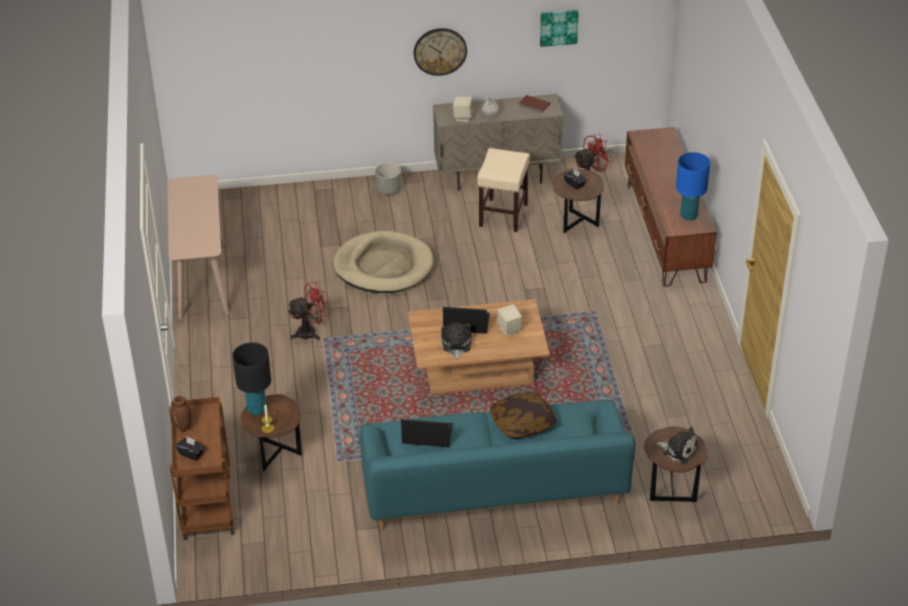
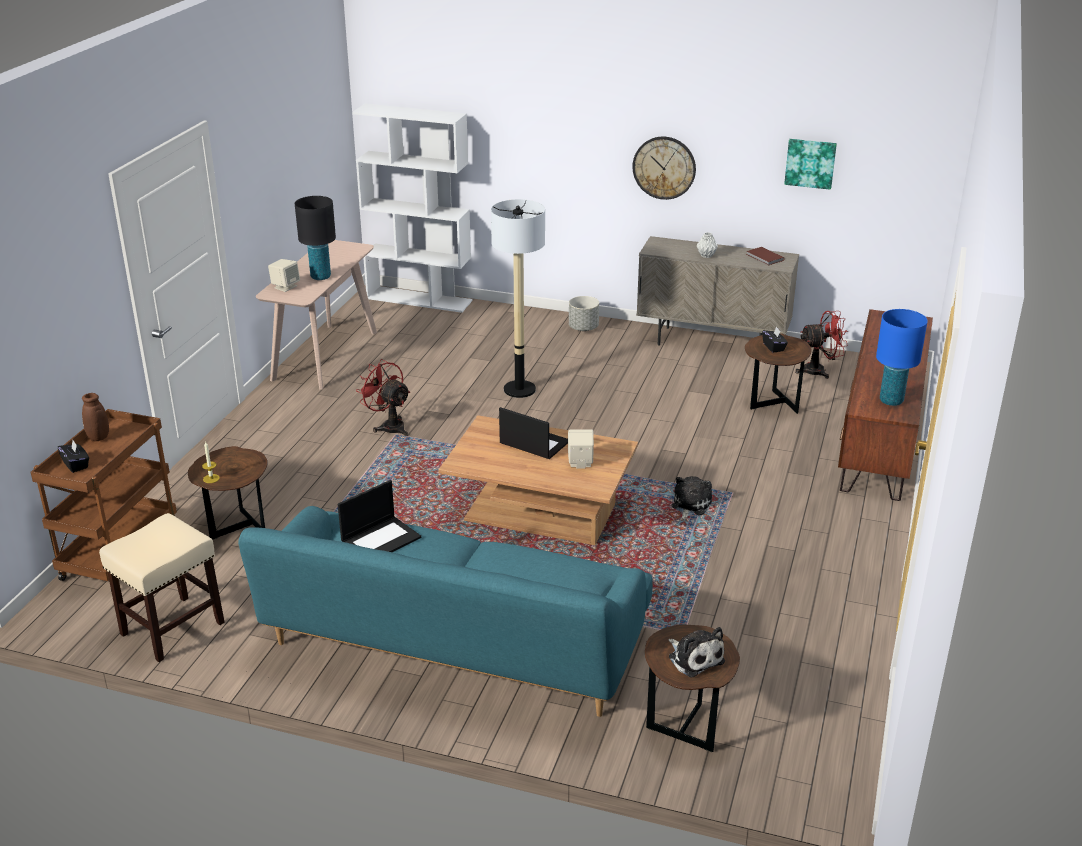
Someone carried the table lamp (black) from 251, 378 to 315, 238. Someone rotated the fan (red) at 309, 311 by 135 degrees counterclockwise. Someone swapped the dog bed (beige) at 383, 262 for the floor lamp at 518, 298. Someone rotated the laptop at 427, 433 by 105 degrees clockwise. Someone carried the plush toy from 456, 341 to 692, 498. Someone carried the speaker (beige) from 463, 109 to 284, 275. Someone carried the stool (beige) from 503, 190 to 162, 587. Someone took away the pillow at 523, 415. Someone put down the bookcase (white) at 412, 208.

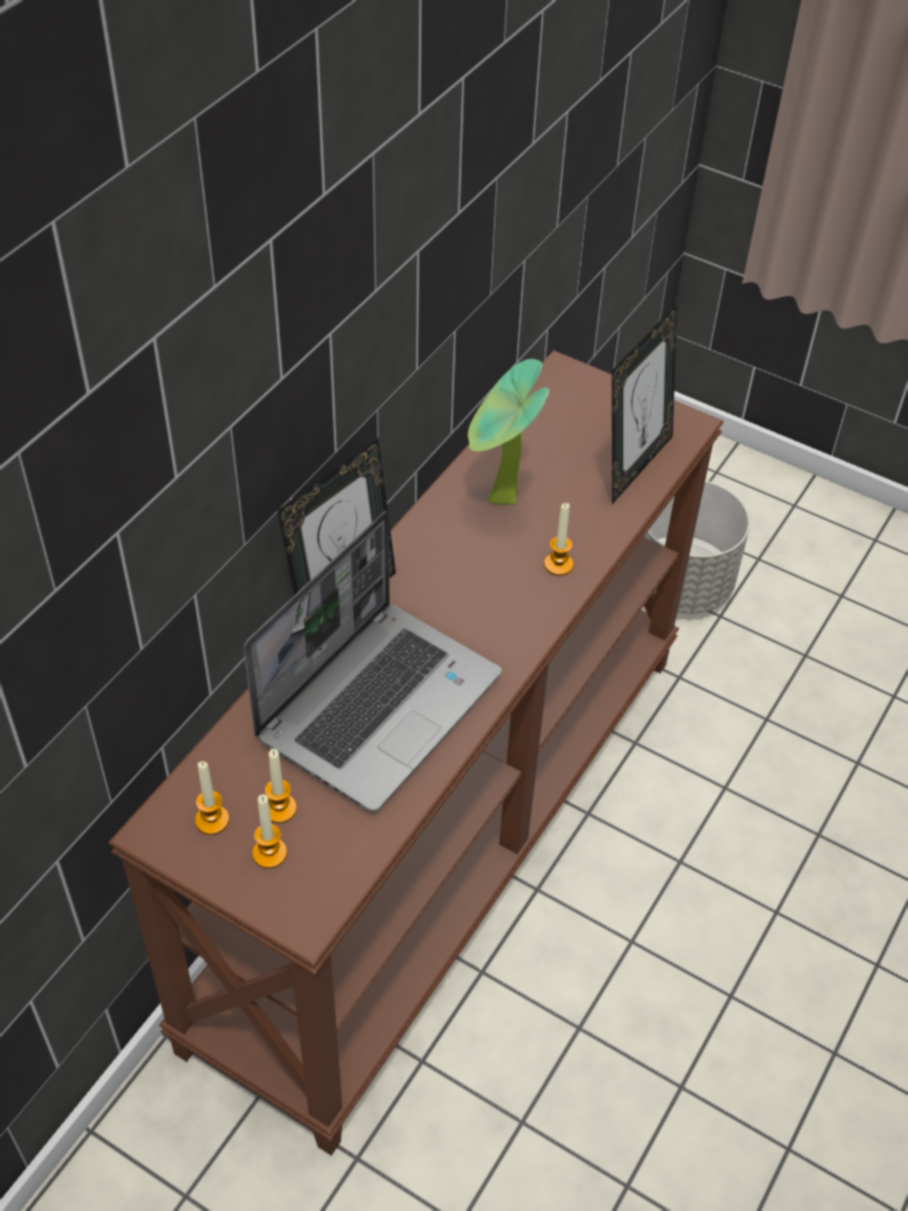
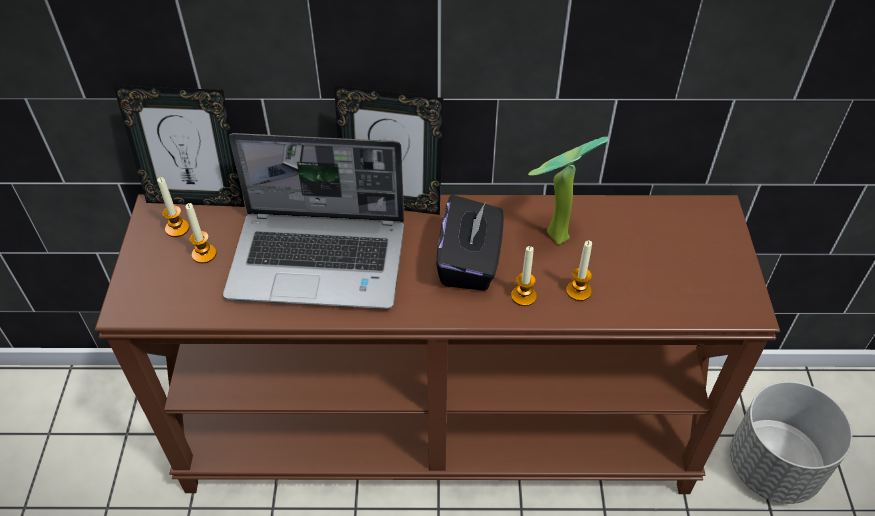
Someone carried the candle from 269, 831 to 579, 270. Someone carried the picture frame from 644, 404 to 179, 146. Someone put down the tissue box (black) at 470, 243.

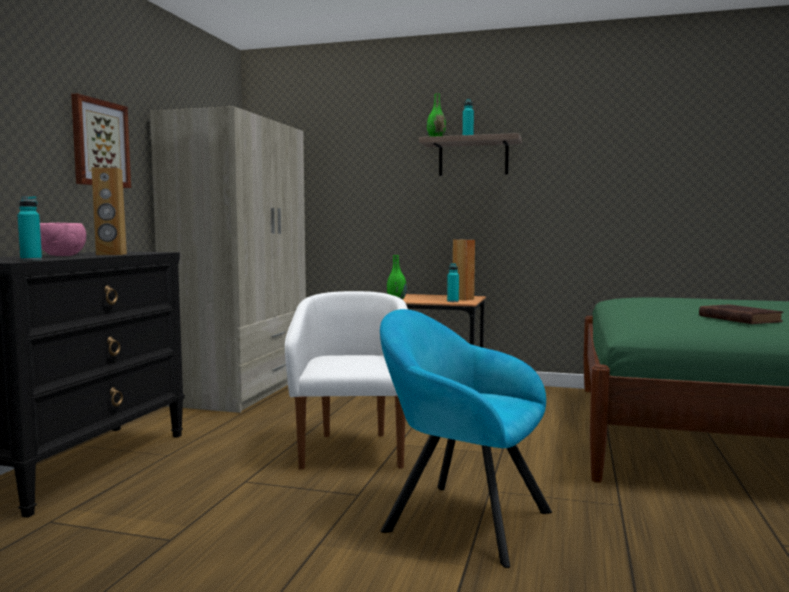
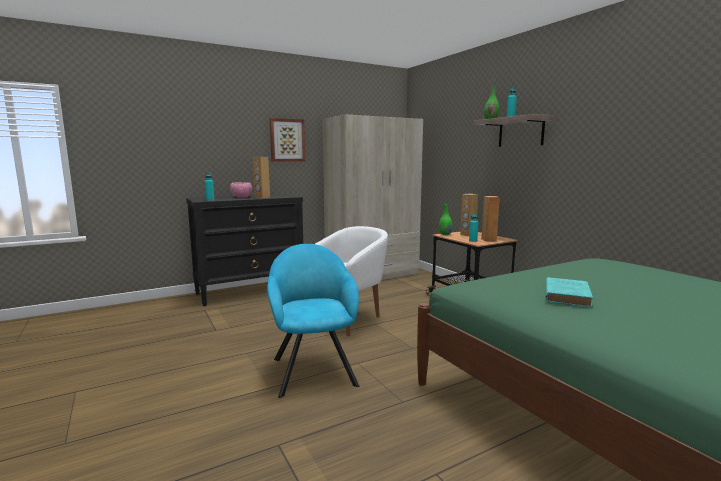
Someone repainted the book (brown) at 741, 314, which became the book (turquoise) at 569, 292. Someone put down the speaker (brown) at 469, 215.

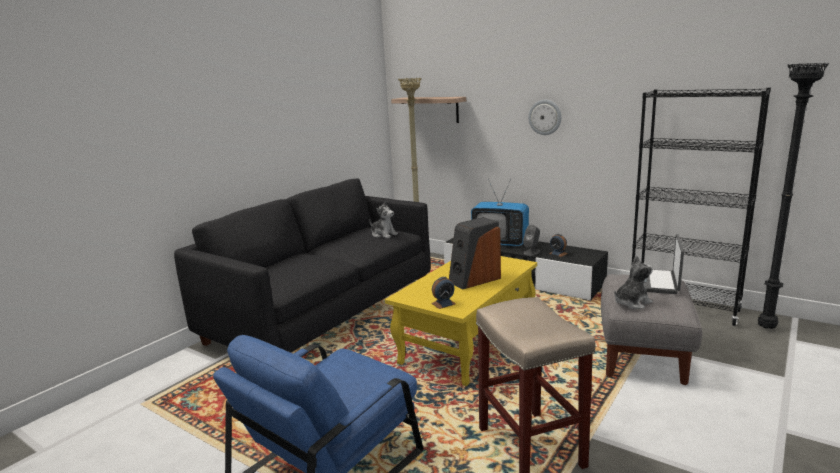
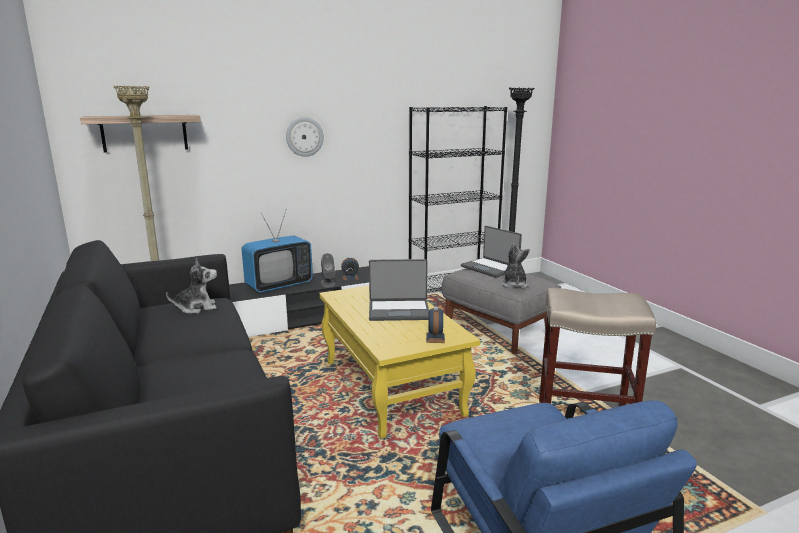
Someone swapped the speaker at 475, 253 for the laptop at 399, 290.

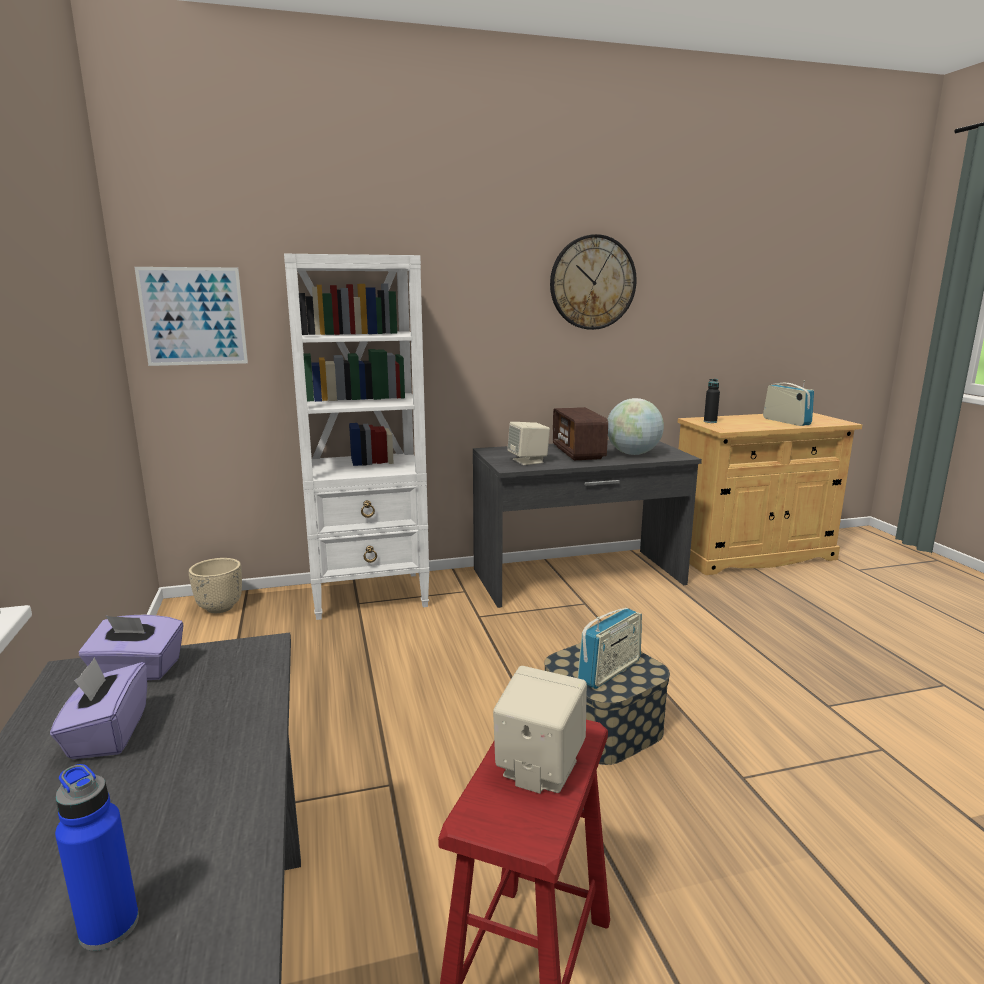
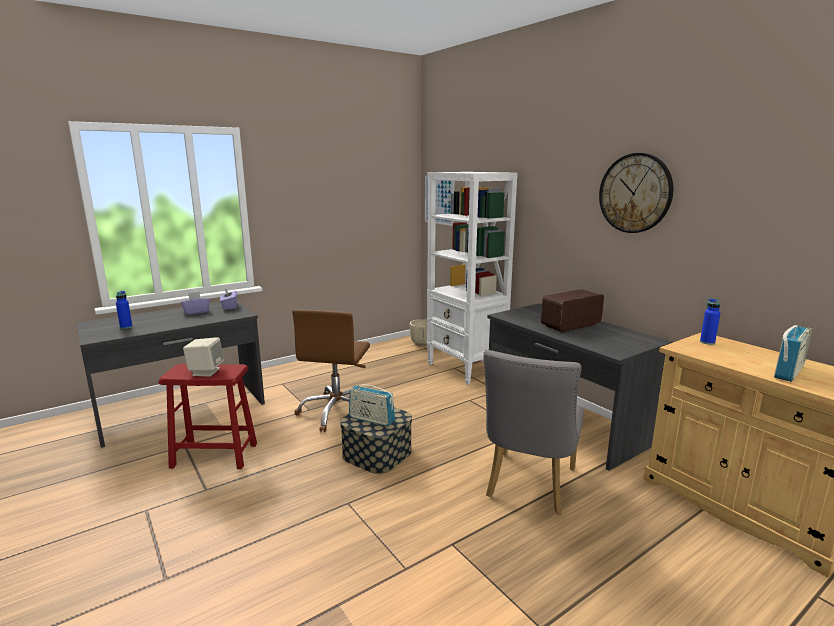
Someone took away the speaker (beige) at 528, 443. Someone took away the globe at 636, 426. Someone repainted the bottle (black) at 712, 401, which became the bottle (blue) at 710, 321. Someone put down the office chair (brown) at 331, 370. Someone put down the chair (grey) at 534, 432.

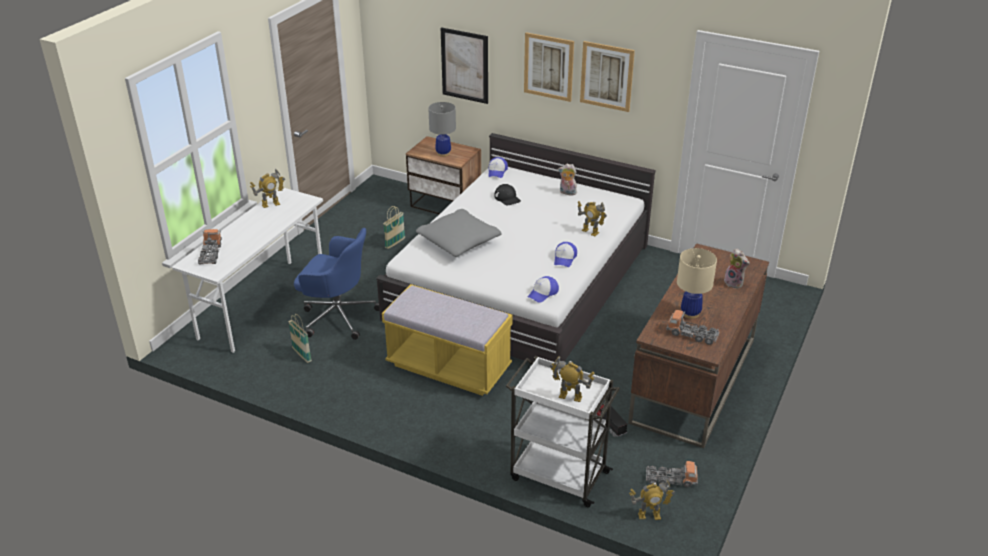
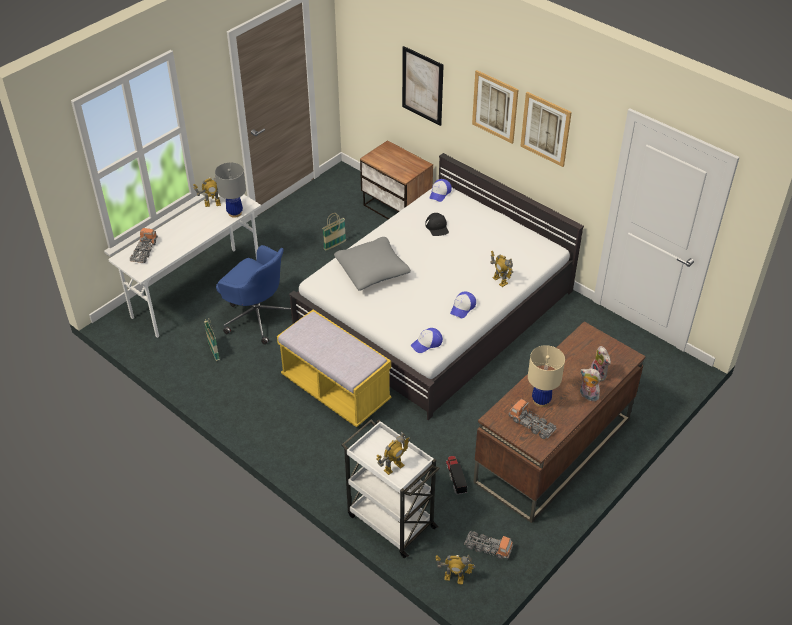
Someone carried the table lamp (grey) from 442, 129 to 230, 190. Someone rotated the toy robot at 572, 379 by 105 degrees clockwise. Someone carried the plush toy from 567, 179 to 590, 384.

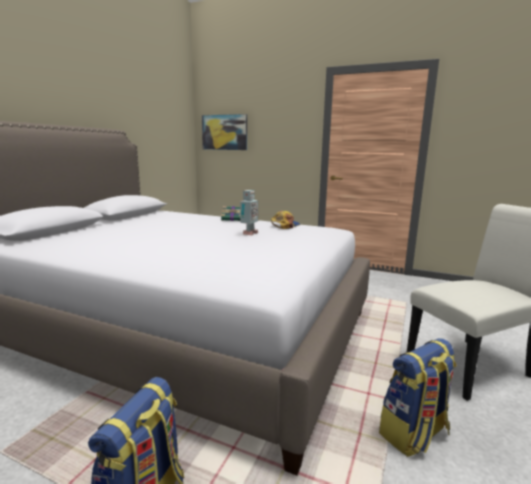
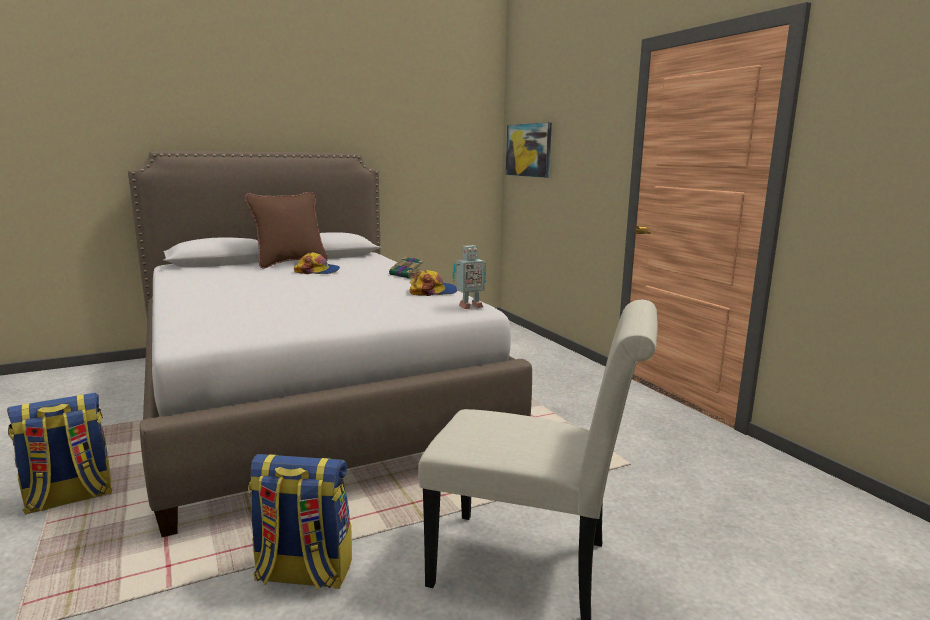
Someone carried the toy robot from 249, 213 to 469, 277. Someone put down the pillow (brown) at 286, 230. Someone put down the cap at 317, 263.

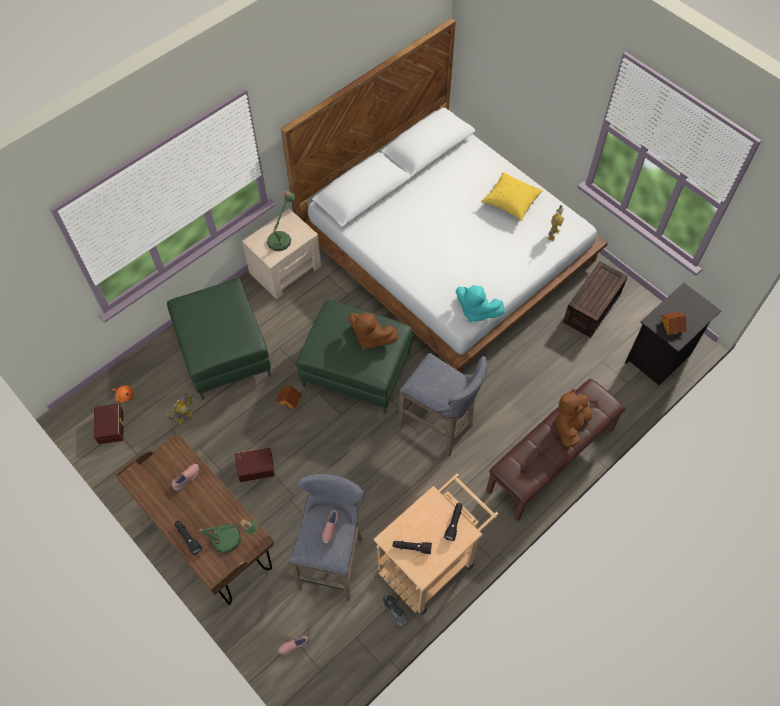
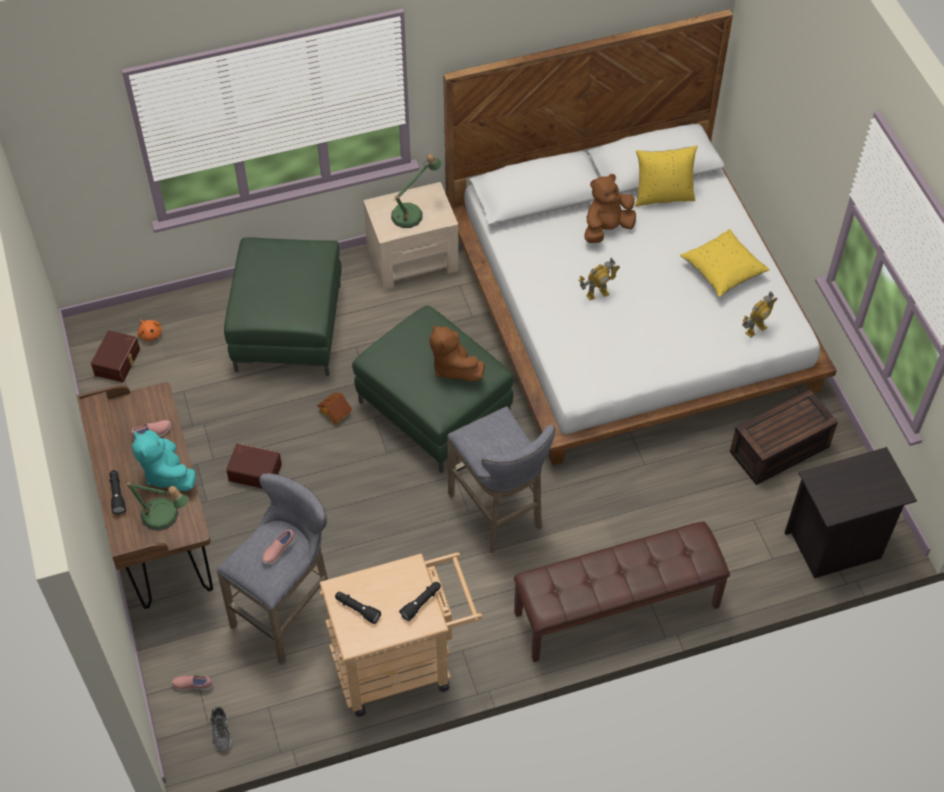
Someone carried the toy robot from 179, 408 to 599, 278. Someone carried the shoe from 395, 610 to 220, 728. Someone carried the plush toy (turquoise) from 480, 304 to 164, 460. Someone carried the plush toy (brown) from 573, 418 to 610, 208. Someone took away the toy house at 674, 323. Someone put down the pillow (yellow) at 666, 176.

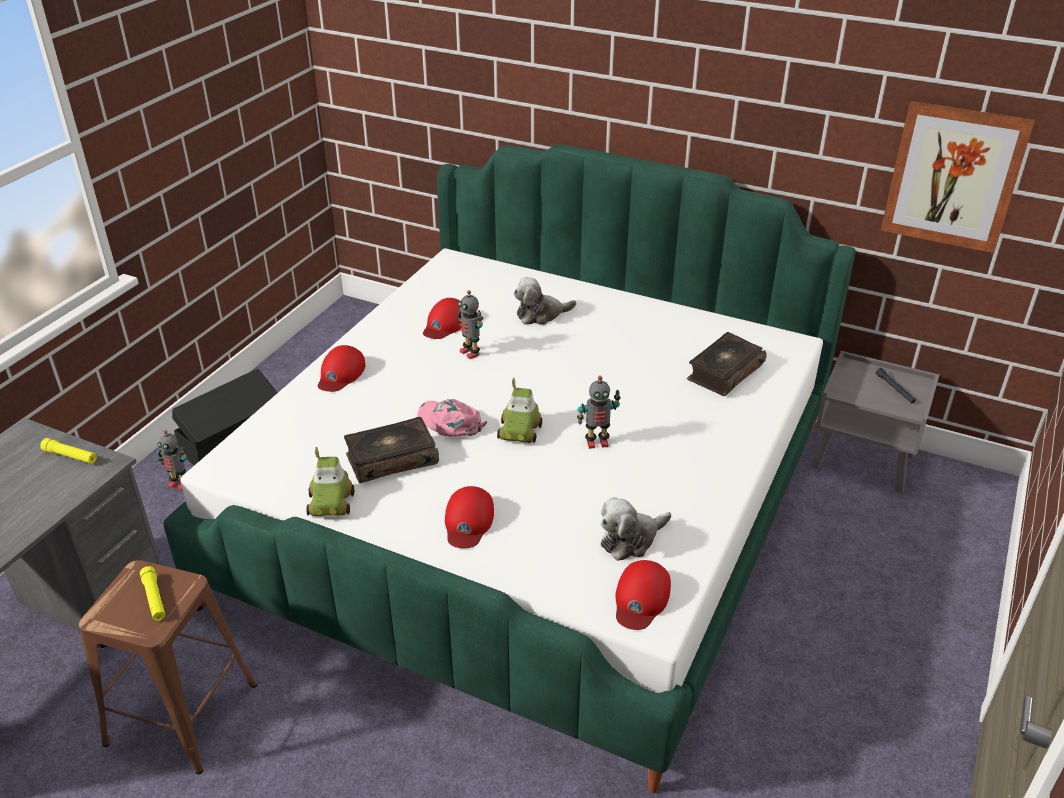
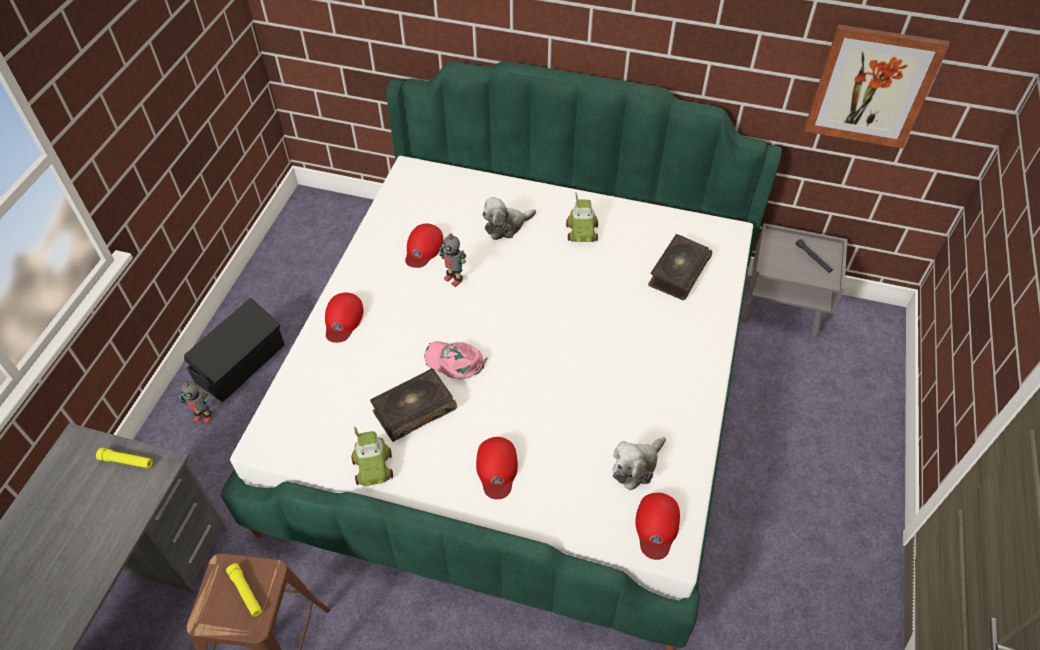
Someone carried the toy car from 519, 410 to 582, 217. Someone took away the toy robot at 599, 412.

